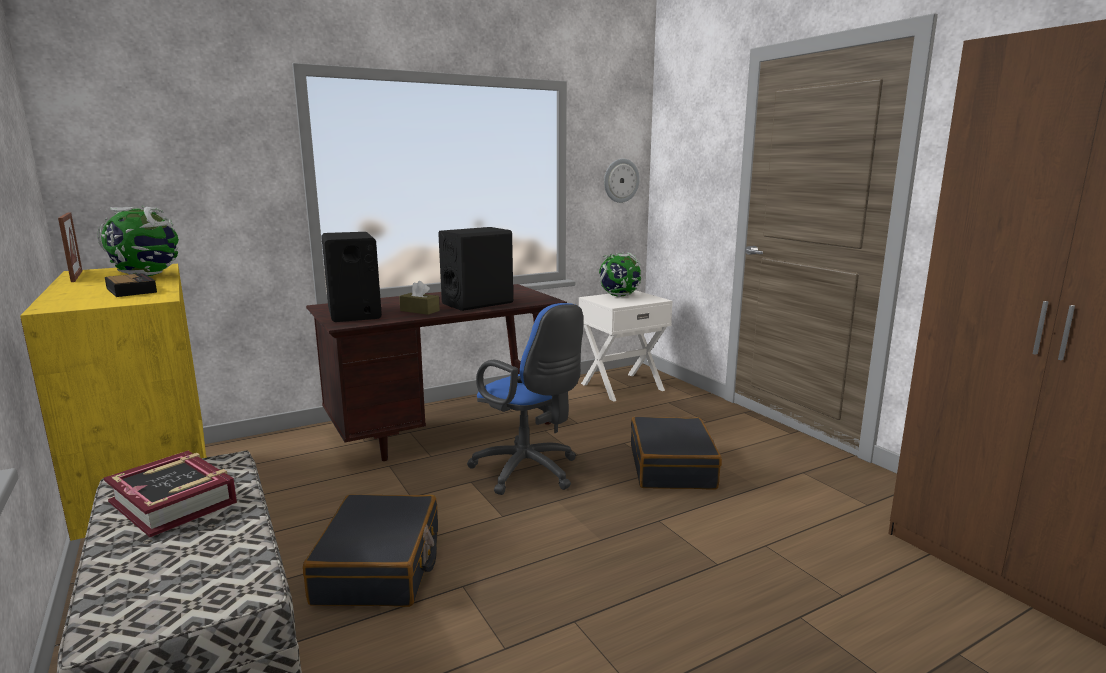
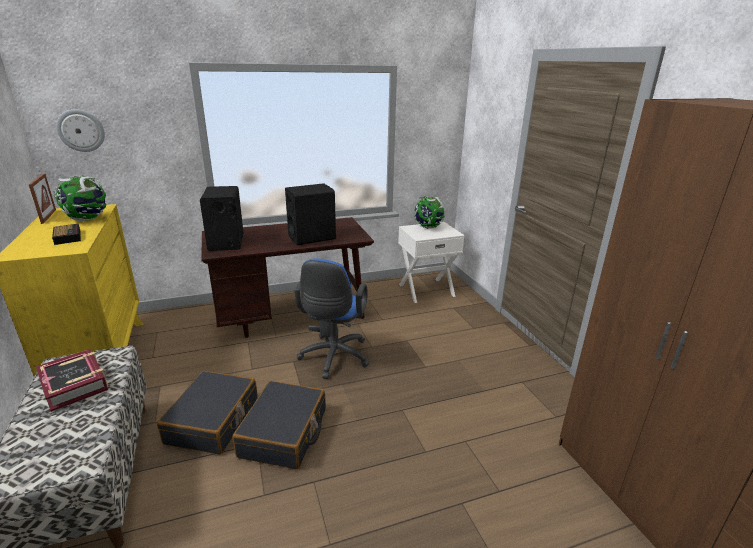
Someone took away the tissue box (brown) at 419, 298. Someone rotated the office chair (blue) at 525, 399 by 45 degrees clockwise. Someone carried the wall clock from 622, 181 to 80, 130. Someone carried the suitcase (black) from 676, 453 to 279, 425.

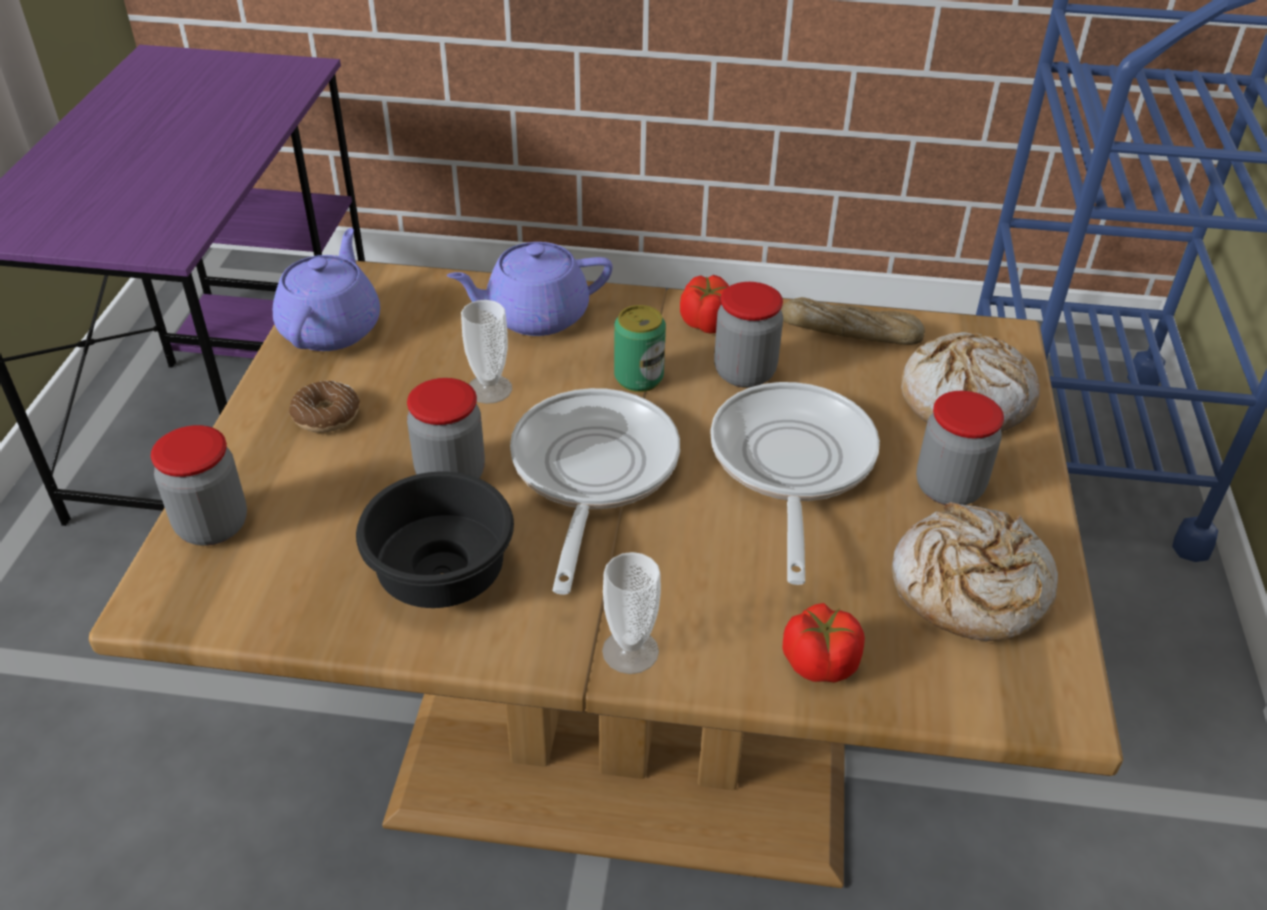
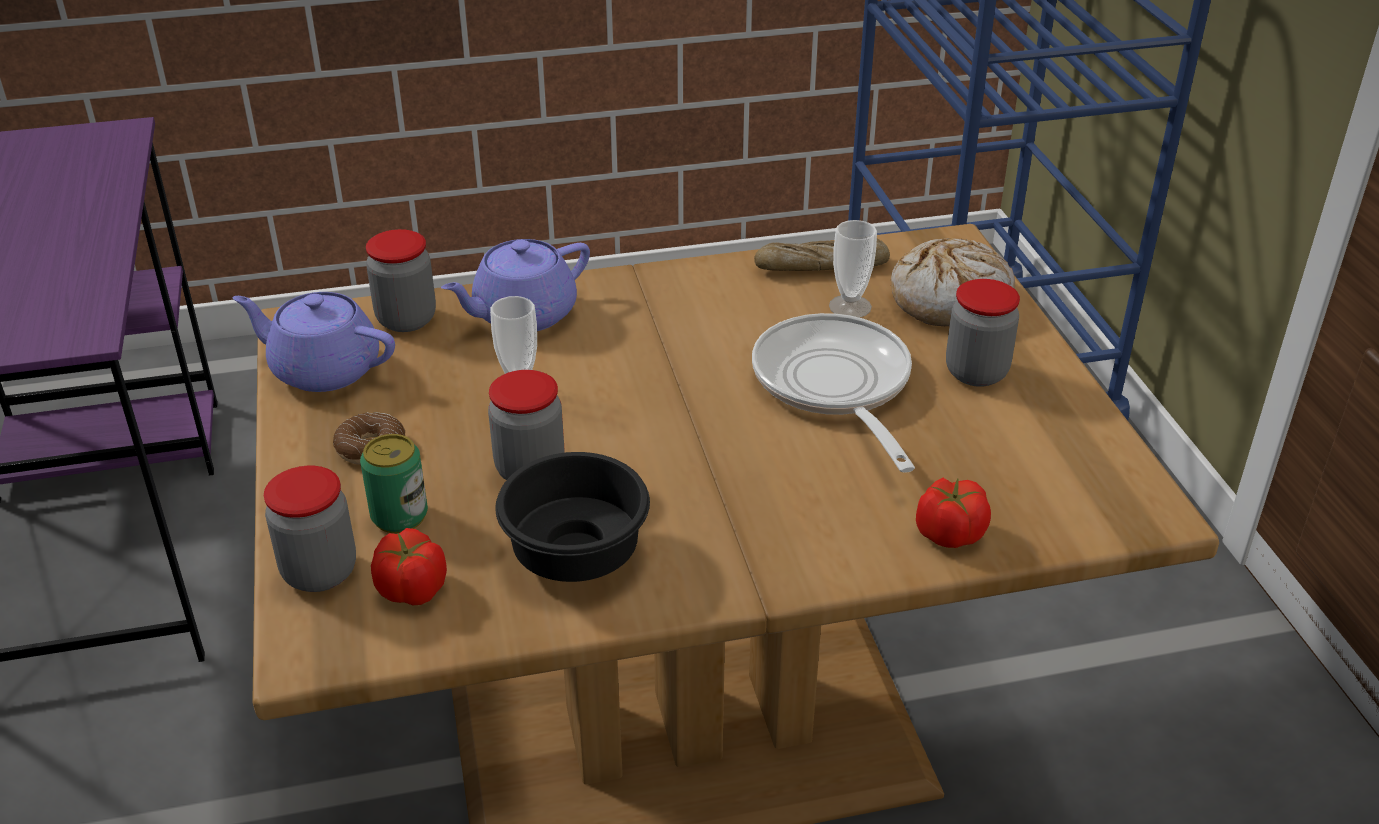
Someone rotated the teapot (purple) at 326, 289 by 60 degrees counterclockwise. Someone took away the frying pan at 595, 491. Someone carried the cup from 631, 613 to 853, 269. Someone carried the can from 640, 348 to 394, 483. Someone carried the tomato from 704, 304 to 409, 566. Someone carried the jar from 748, 335 to 401, 280. Someone took away the bread at 975, 571.

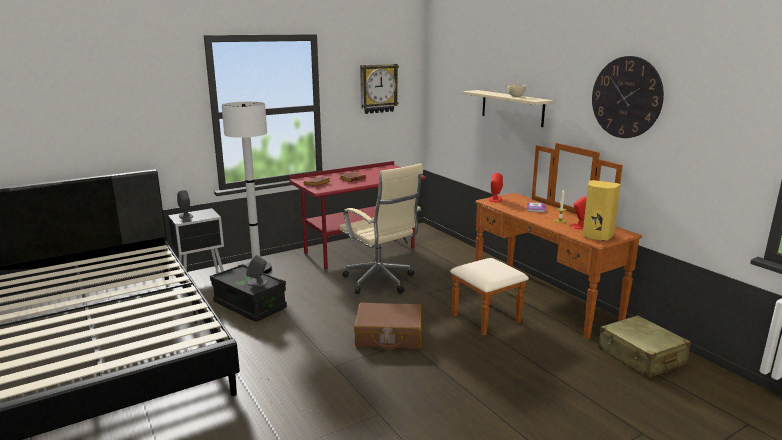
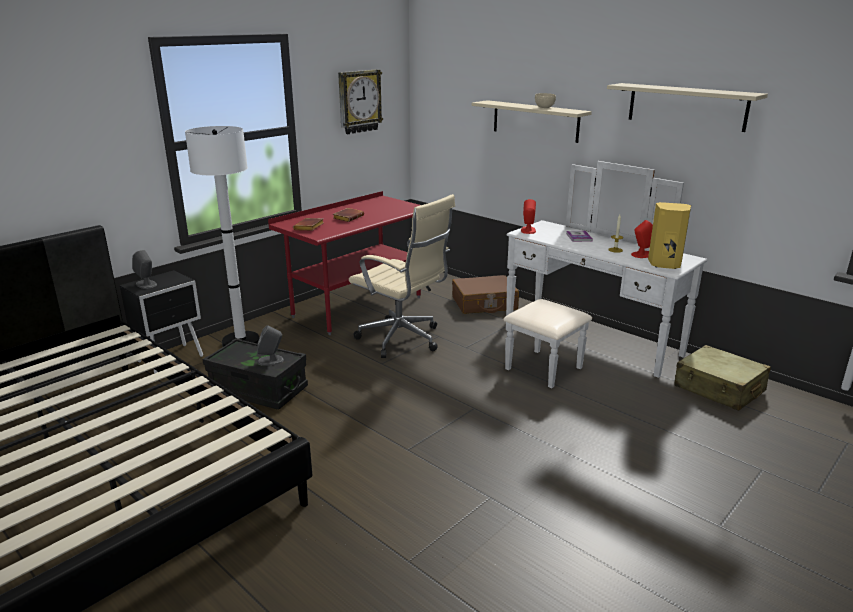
Someone carried the suitcase (brown) from 388, 326 to 485, 294. Someone repainted the dresser (brown) at 546, 241, which became the dresser (white) at 605, 274. Someone swapped the wall clock at 628, 97 for the shelf (beige) at 687, 107.

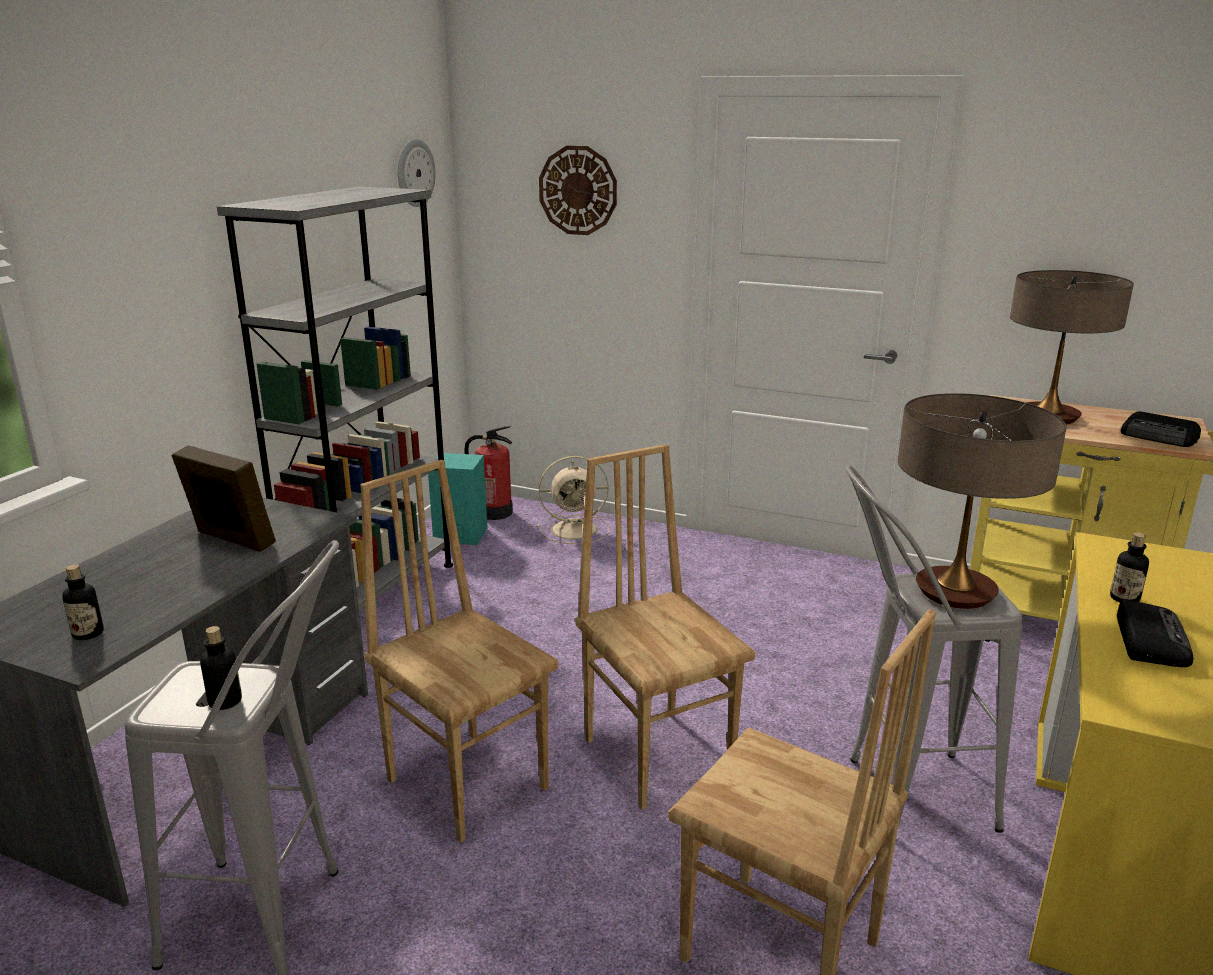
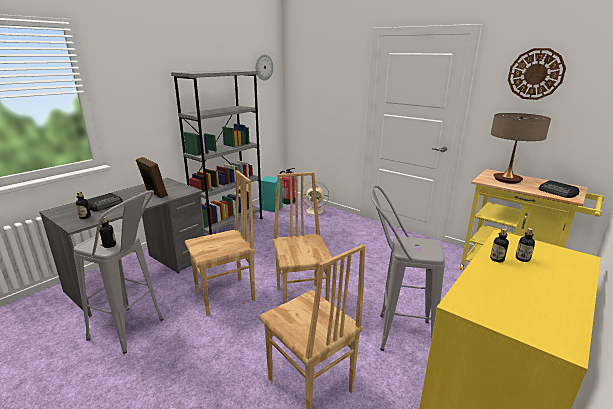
Someone rotated the chair (brown) at 459, 651 by 90 degrees clockwise. Someone carried the wall clock from 578, 190 to 537, 74. Someone took away the table lamp at 982, 501. Someone carried the radio from 1155, 633 to 105, 202. Someone put down the bottle at 525, 245.

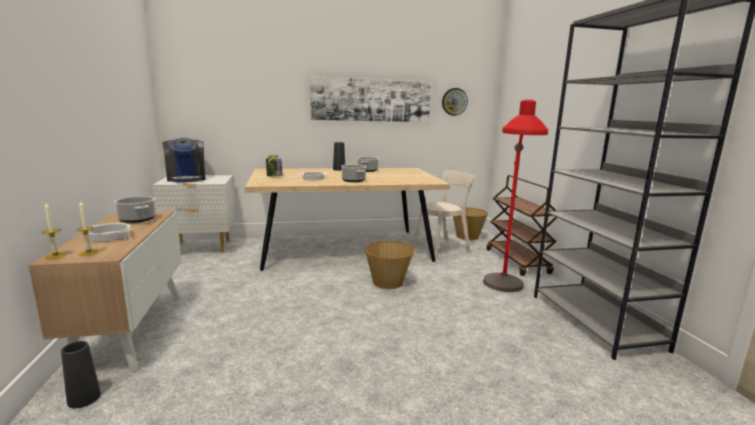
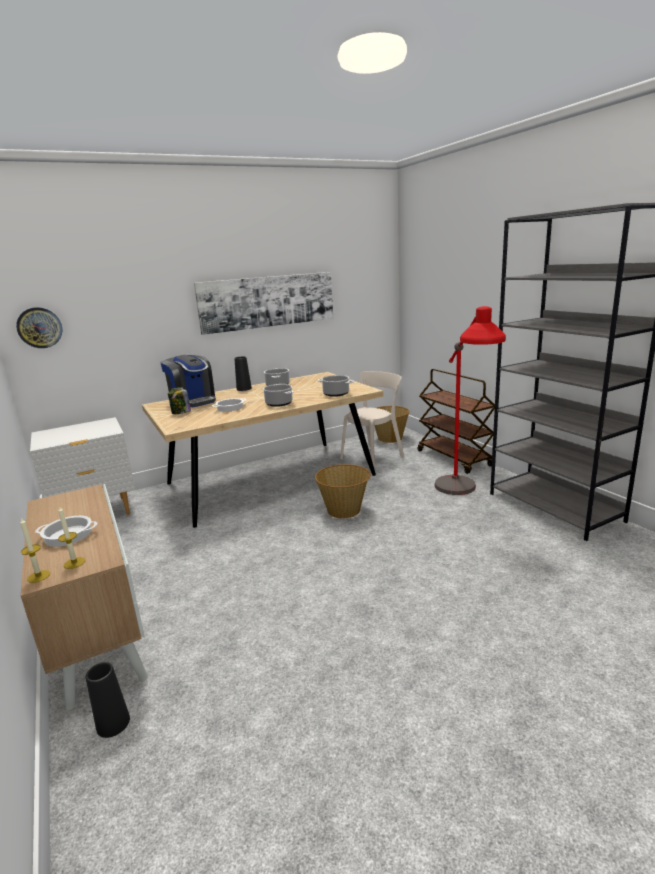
Someone carried the cooking pot from 135, 209 to 335, 386. Someone carried the coffee machine from 184, 160 to 188, 381. Someone carried the wall clock from 455, 102 to 39, 327.

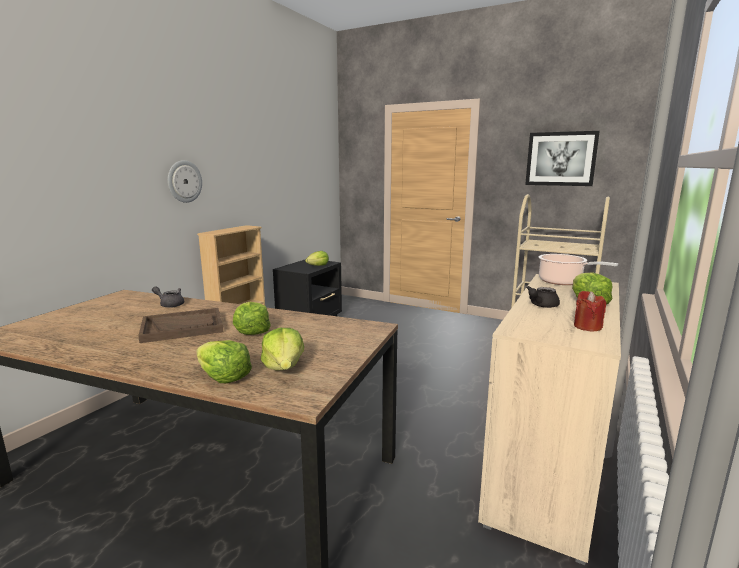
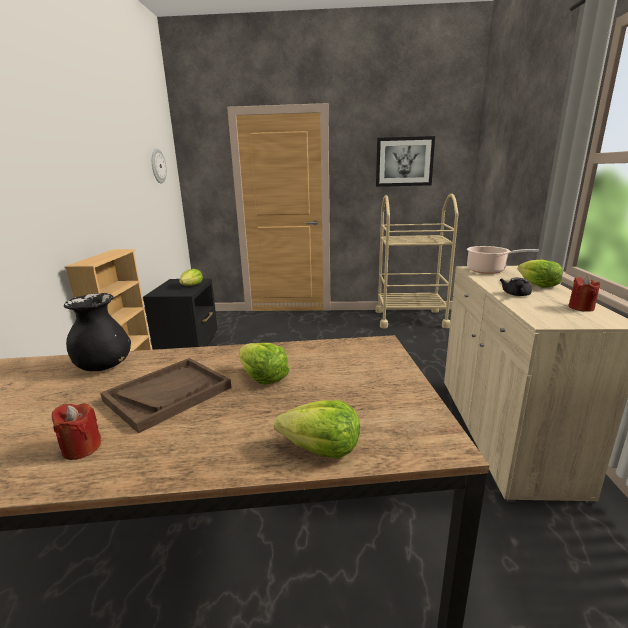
Someone swapped the teapot (grey) at 168, 297 for the vase (black) at 97, 332. Someone carried the wall clock from 185, 181 to 159, 166. Someone took away the lettuce at 282, 349. Someone put down the candle (red) at 76, 431.

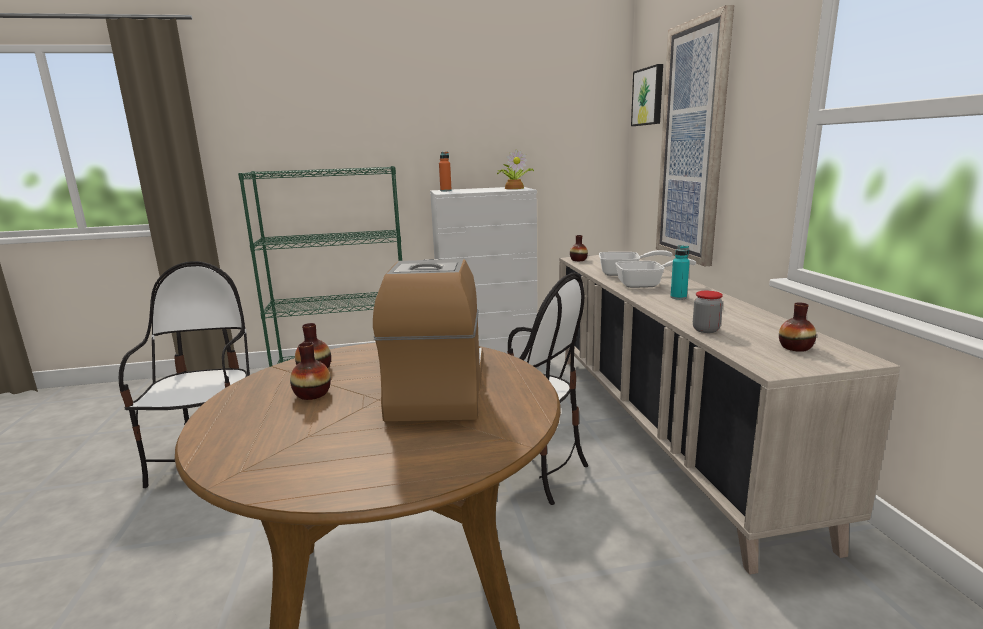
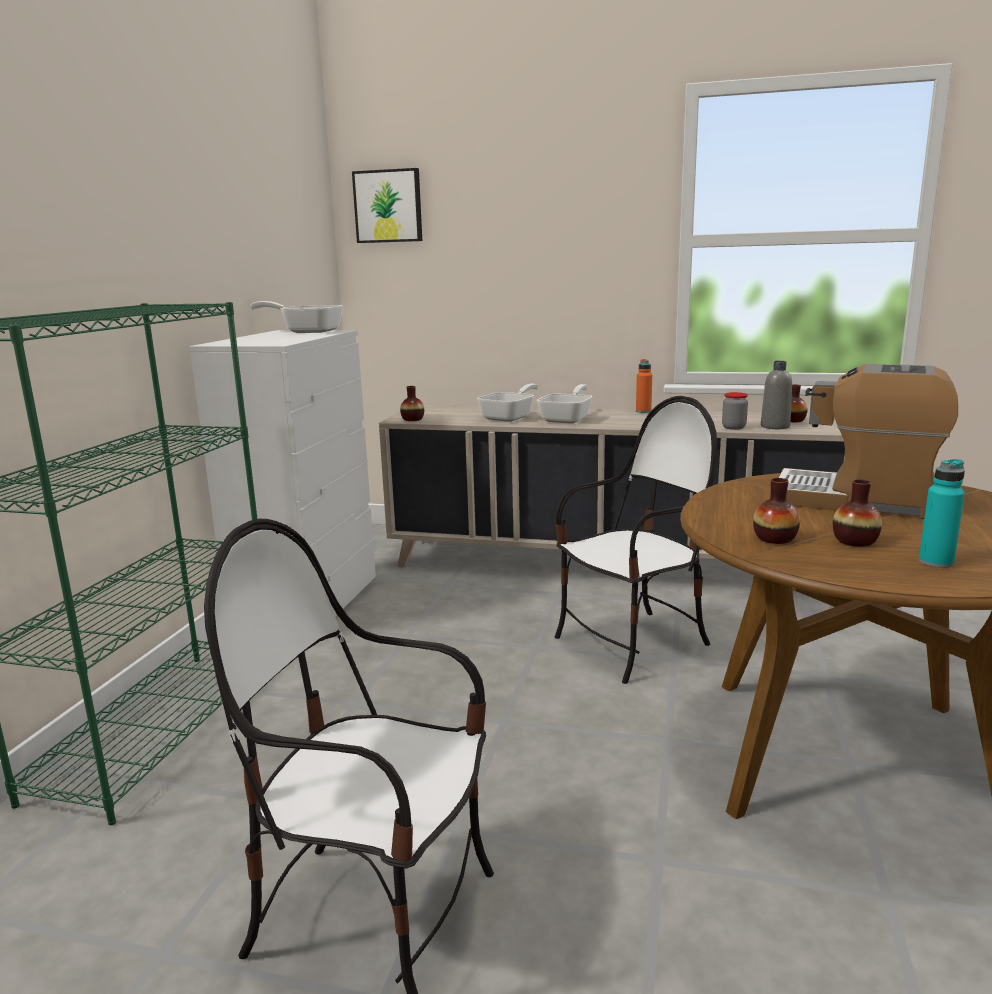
Someone carried the bottle (orange) from 445, 172 to 644, 386. Someone swapped the potted plant at 515, 169 for the frying pan at 296, 317. Someone took away the picture at 695, 135. Someone carried the bottle (turquoise) from 680, 272 to 942, 513. Someone put down the bottle (grey) at 776, 395.

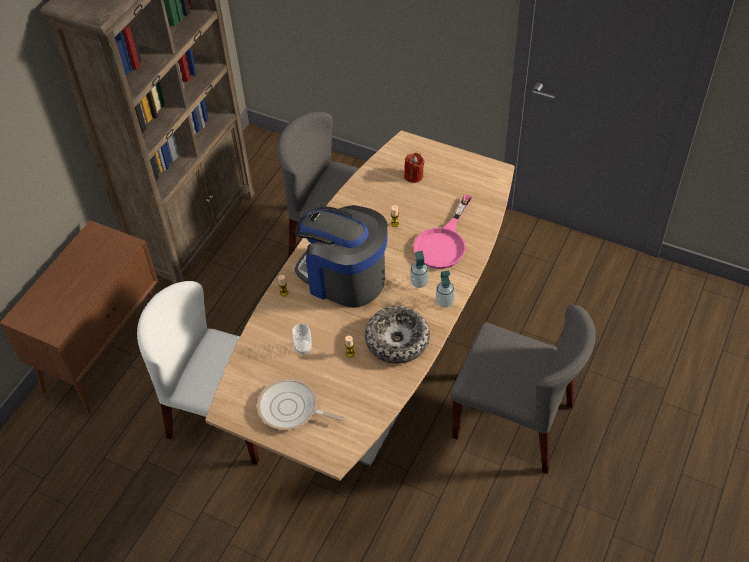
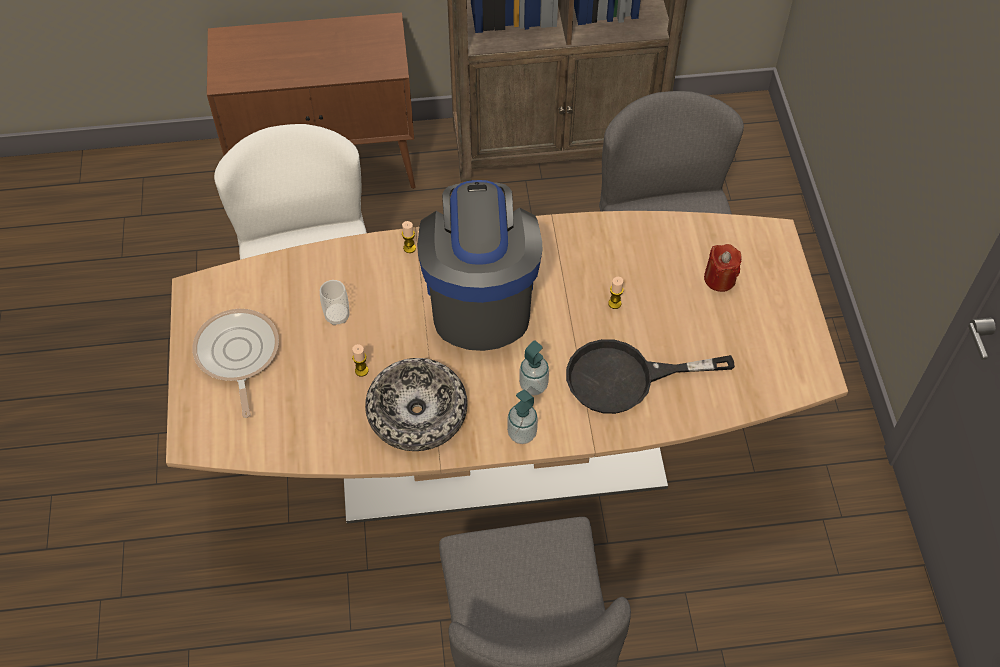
Someone repainted the frying pan (pink) at 442, 231, which became the frying pan (black) at 650, 376.

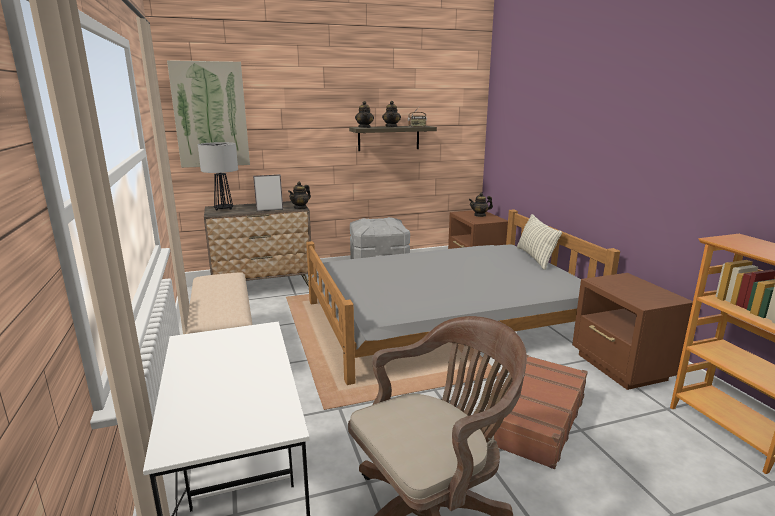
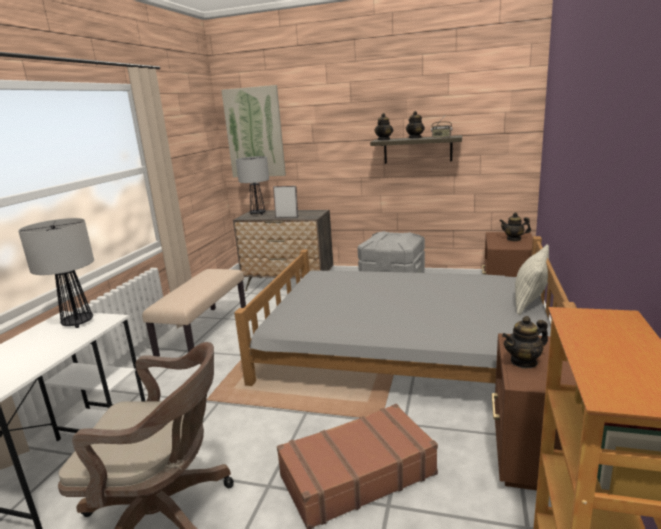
Someone carried the teapot from 299, 196 to 525, 342. Someone put down the table lamp at 56, 273.

